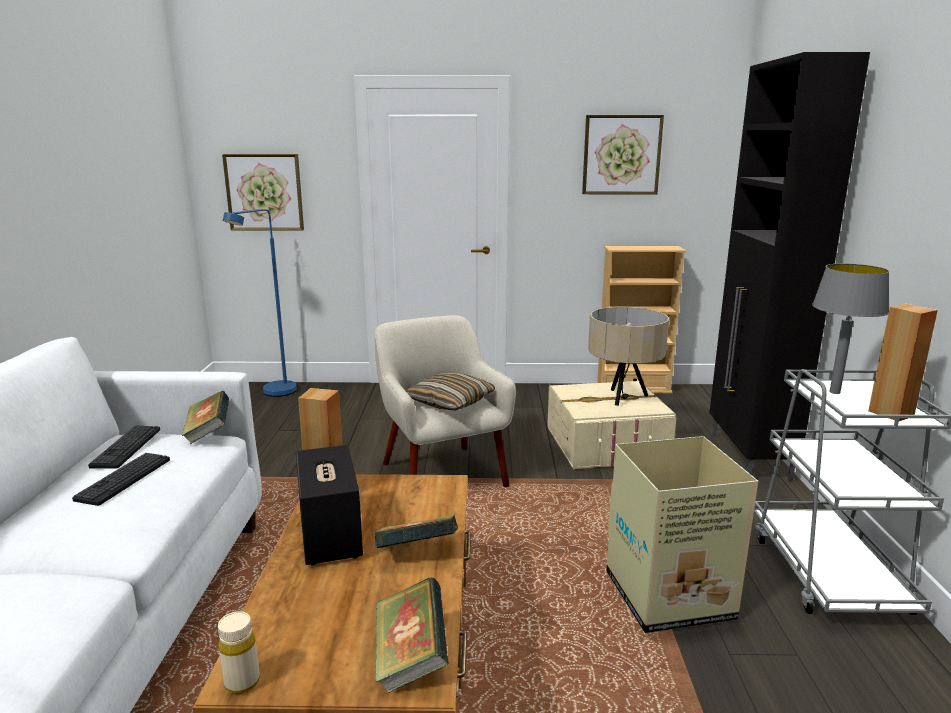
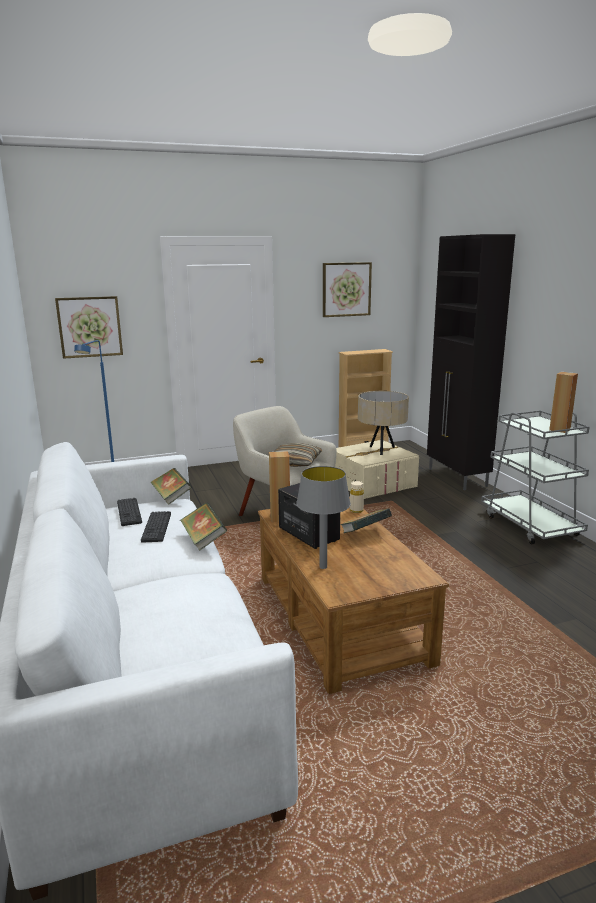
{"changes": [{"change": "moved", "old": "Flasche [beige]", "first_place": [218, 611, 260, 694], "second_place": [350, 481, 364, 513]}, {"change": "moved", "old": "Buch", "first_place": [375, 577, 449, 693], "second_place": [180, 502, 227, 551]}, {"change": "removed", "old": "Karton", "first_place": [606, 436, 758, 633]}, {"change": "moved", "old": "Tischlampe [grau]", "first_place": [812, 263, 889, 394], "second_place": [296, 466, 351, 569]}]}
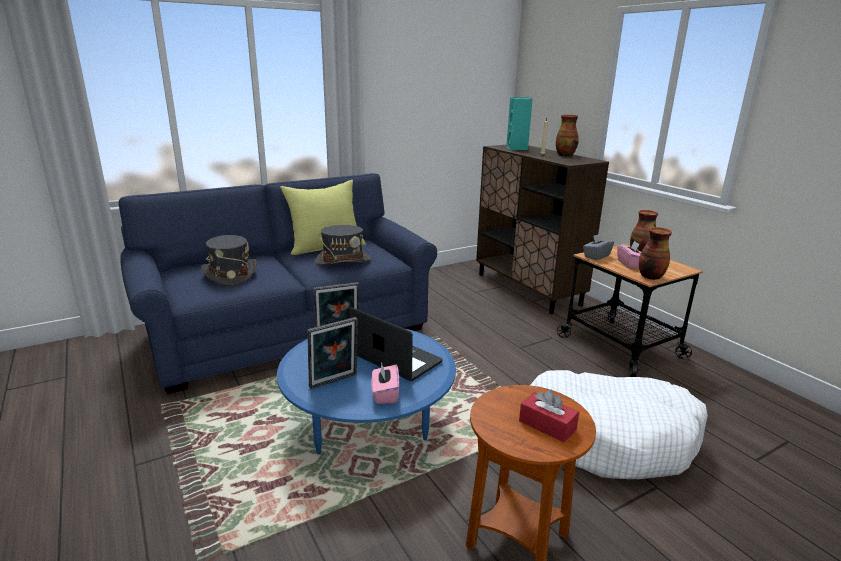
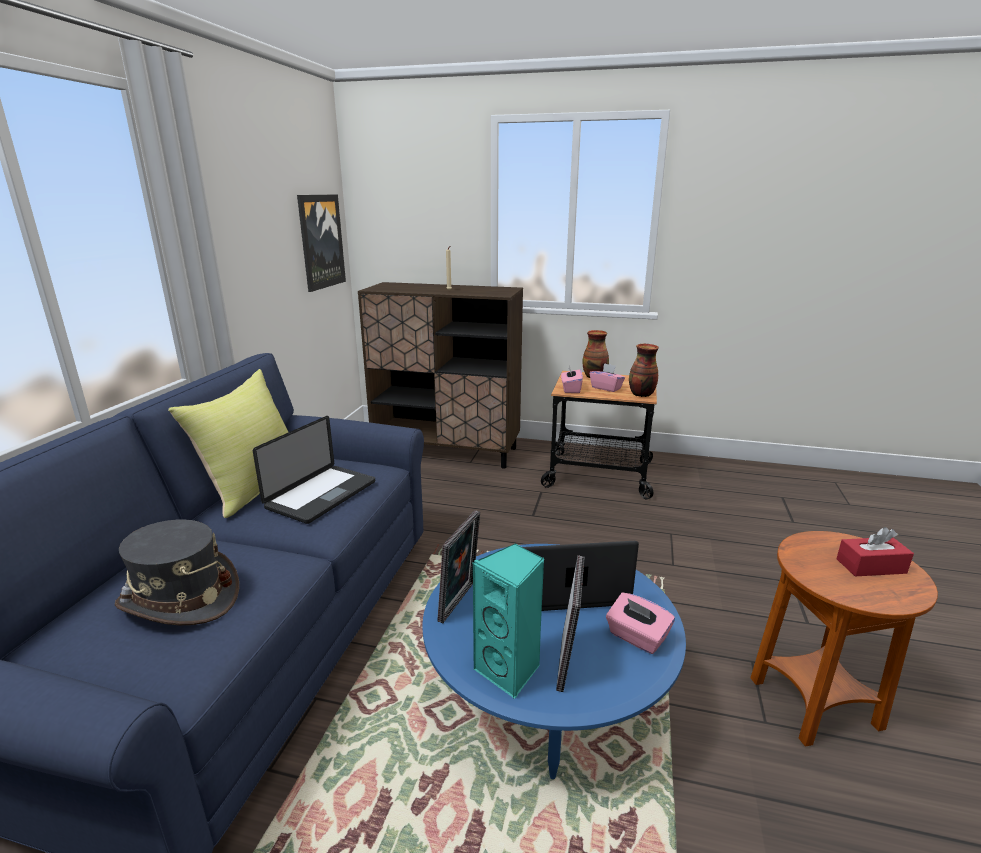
{"changes": [{"change": "replaced", "old": "Hut [grau]", "new": "Laptop", "first_place": [315, 225, 371, 265], "second_place": [253, 416, 375, 524]}, {"change": "moved", "old": "Lautsprecher [türkis]", "first_place": [506, 97, 532, 150], "second_place": [473, 543, 545, 699]}, {"change": "removed", "old": "Hundebett [weiß]", "first_place": [530, 370, 708, 479]}, {"change": "removed", "old": "Vase", "first_place": [556, 115, 579, 156]}, {"change": "recoloured", "old": "Taschentuchbox [grau]", "new": "Taschentuchbox [rosa]", "first_place": [583, 234, 614, 260], "second_place": [561, 365, 583, 393]}, {"change": "added", "new": "Bild", "second_place": [297, 195, 346, 292]}]}
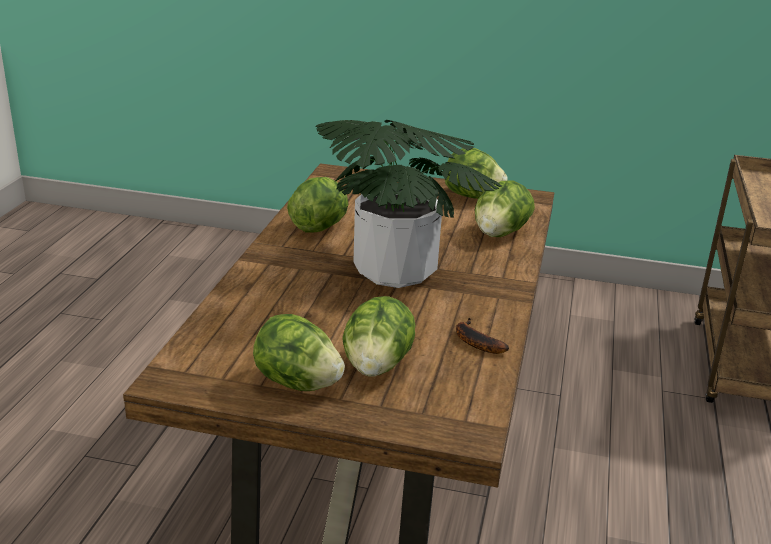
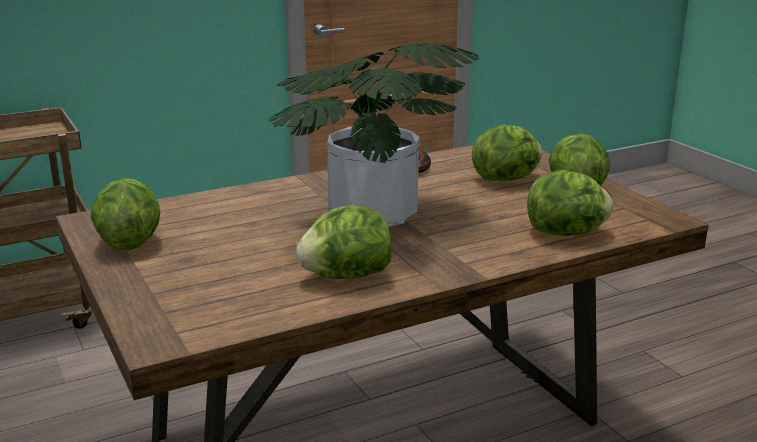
{"changes": [{"change": "moved", "old": "Salatkopf", "first_place": [475, 181, 535, 237], "second_place": [527, 170, 613, 236]}]}
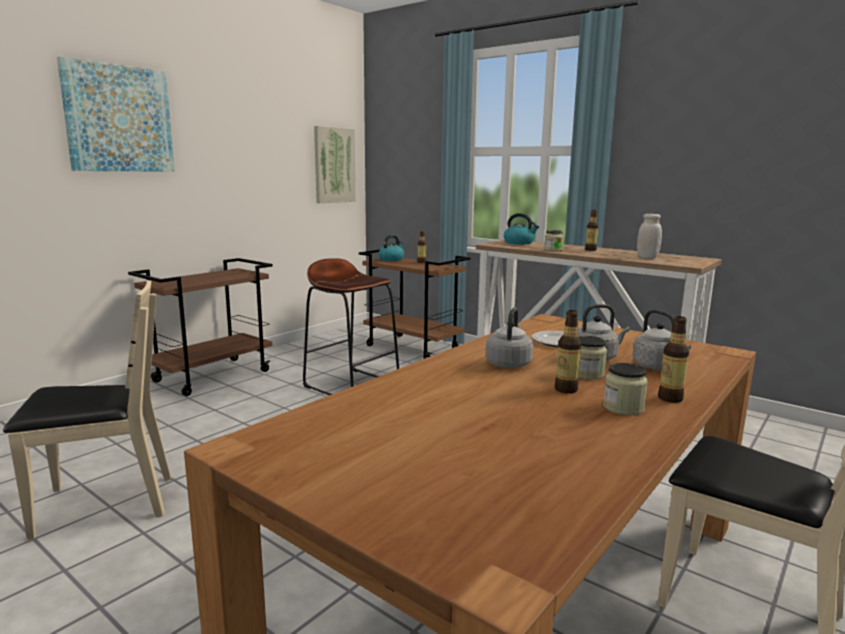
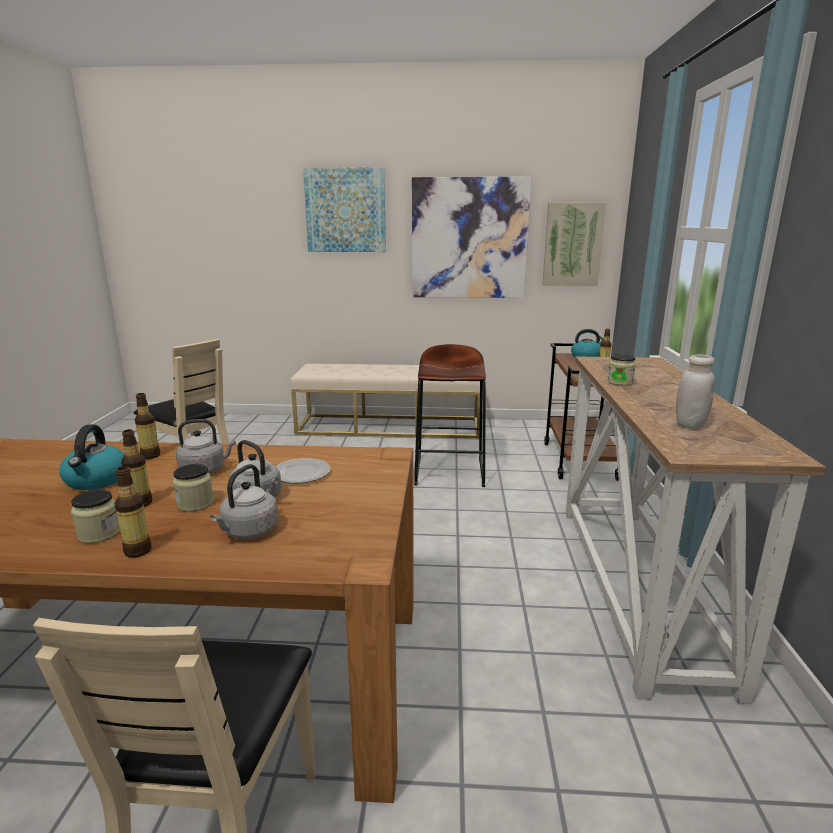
{"changes": [{"change": "replaced", "old": "Rollwagen [braun]", "new": "Bank [beige]", "first_place": [128, 258, 273, 396], "second_place": [290, 364, 480, 439]}, {"change": "moved", "old": "Wasserkessel", "first_place": [504, 213, 539, 244], "second_place": [59, 424, 125, 490]}, {"change": "moved", "old": "Flasche", "first_place": [585, 210, 598, 251], "second_place": [135, 393, 160, 459]}, {"change": "added", "new": "Bild", "second_place": [412, 177, 532, 298]}]}
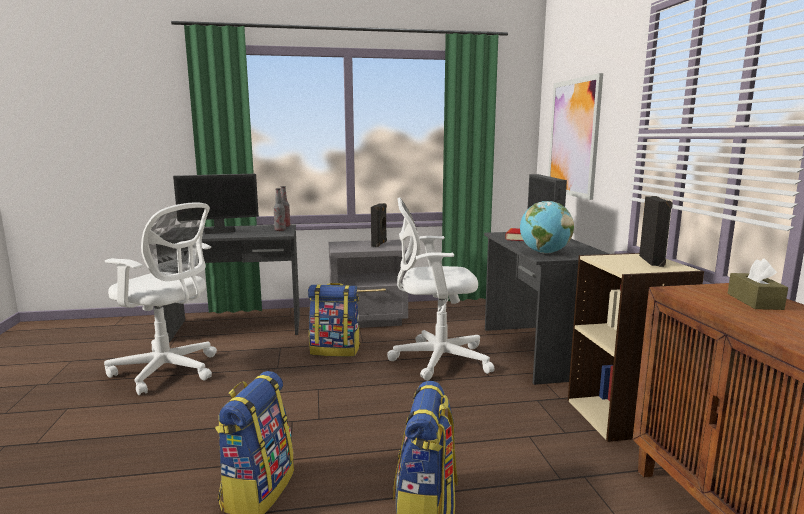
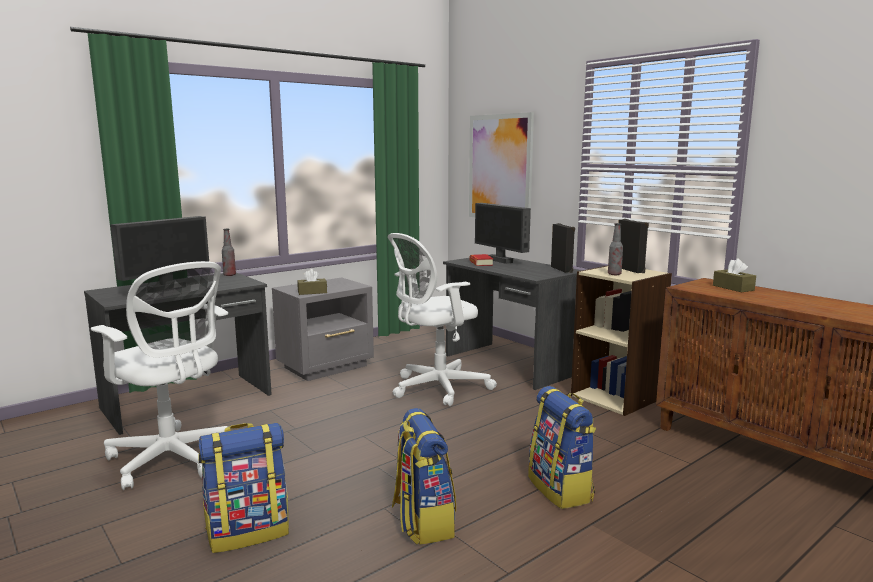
{"changes": [{"change": "turned", "old": "Bürostuhl [weiß]", "first_place": [104, 202, 217, 395], "second_place": [91, 261, 228, 490], "degrees": 45}, {"change": "moved", "old": "Flasche", "first_place": [274, 188, 286, 231], "second_place": [608, 223, 623, 275]}, {"change": "moved", "old": "Rucksack", "first_place": [308, 283, 360, 357], "second_place": [198, 423, 289, 553]}, {"change": "moved", "old": "Lautsprecher [schwarz]", "first_place": [371, 203, 387, 247], "second_place": [551, 223, 575, 273]}, {"change": "removed", "old": "Globus", "first_place": [520, 201, 574, 254]}, {"change": "added", "new": "Taschentuchbox [braun]", "second_place": [297, 269, 327, 295]}]}
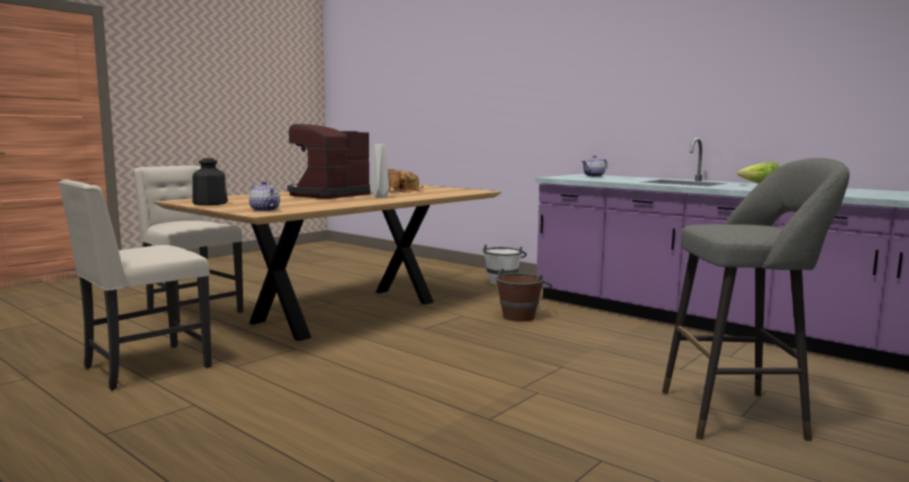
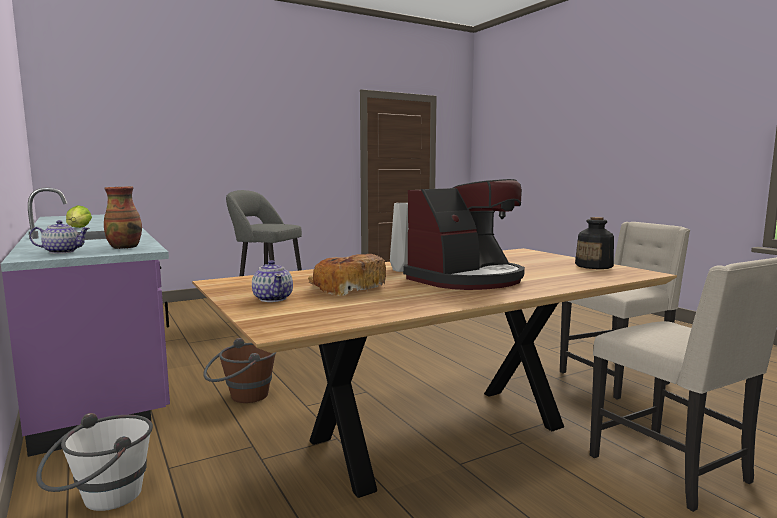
{"changes": [{"change": "moved", "old": "Teekanne", "first_place": [249, 181, 280, 212], "second_place": [252, 260, 293, 302]}, {"change": "added", "new": "Vase", "second_place": [104, 187, 142, 249]}]}
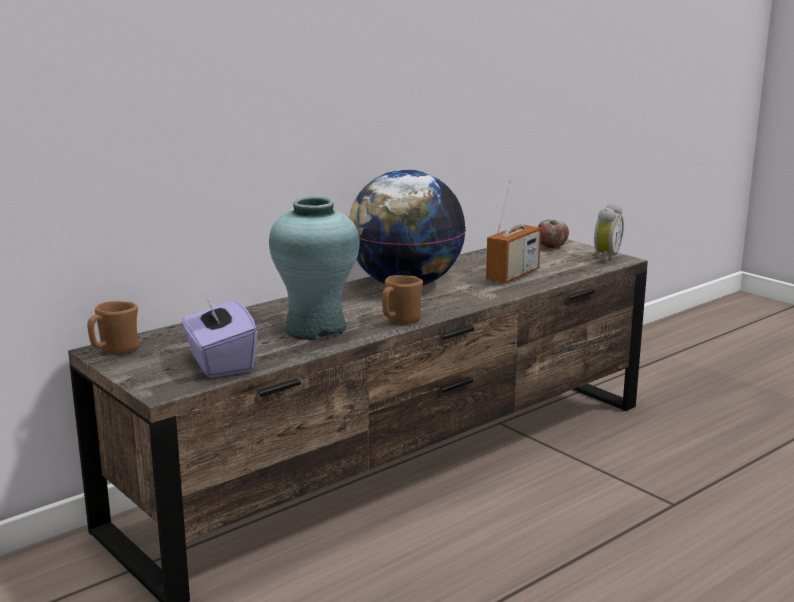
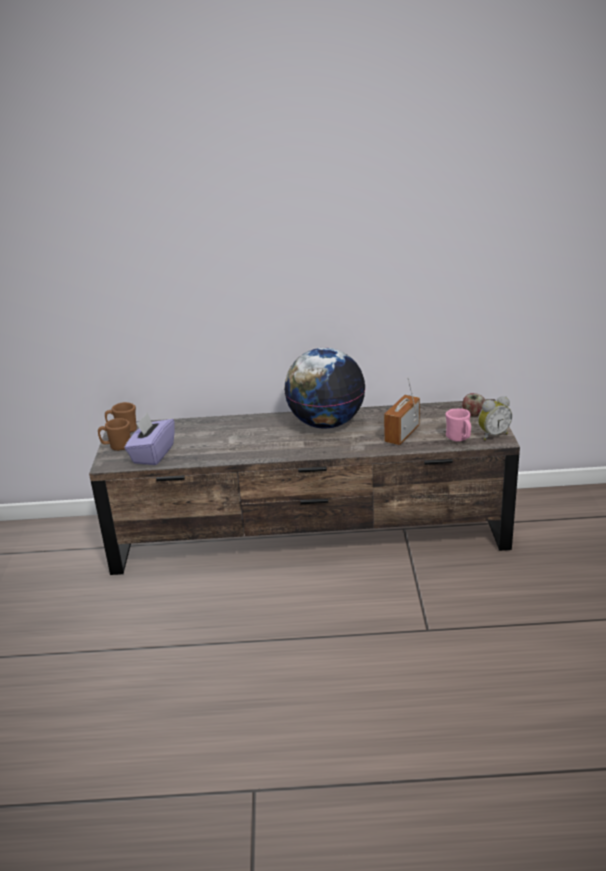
{"changes": [{"change": "removed", "old": "Vase [türkis]", "first_place": [269, 196, 360, 340]}, {"change": "moved", "old": "Henkelbecher [braun]", "first_place": [382, 275, 423, 324], "second_place": [98, 418, 130, 451]}, {"change": "turned", "old": "Radio", "first_place": [486, 179, 541, 283], "second_place": [384, 378, 420, 445], "degrees": 135}, {"change": "added", "new": "Henkelbecher [rosa]", "second_place": [445, 409, 471, 442]}]}
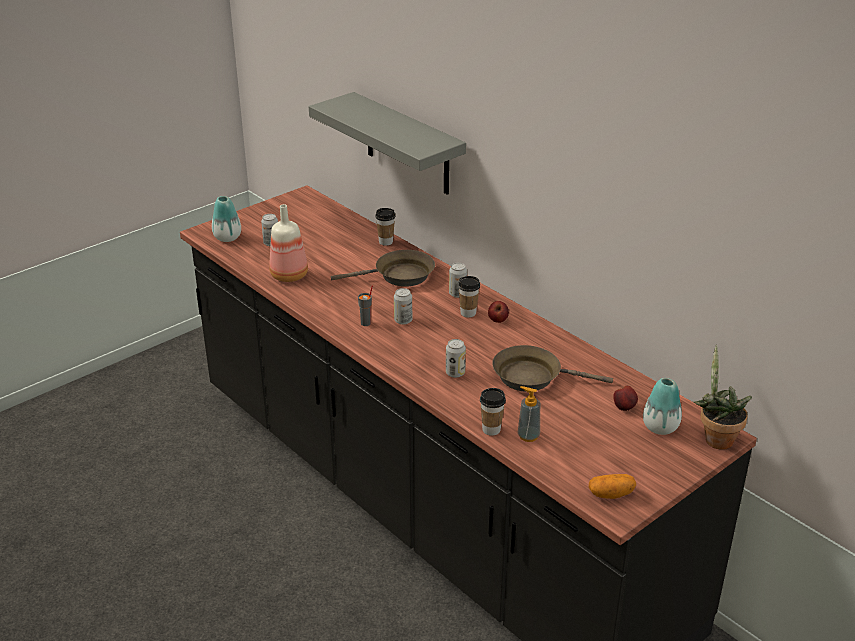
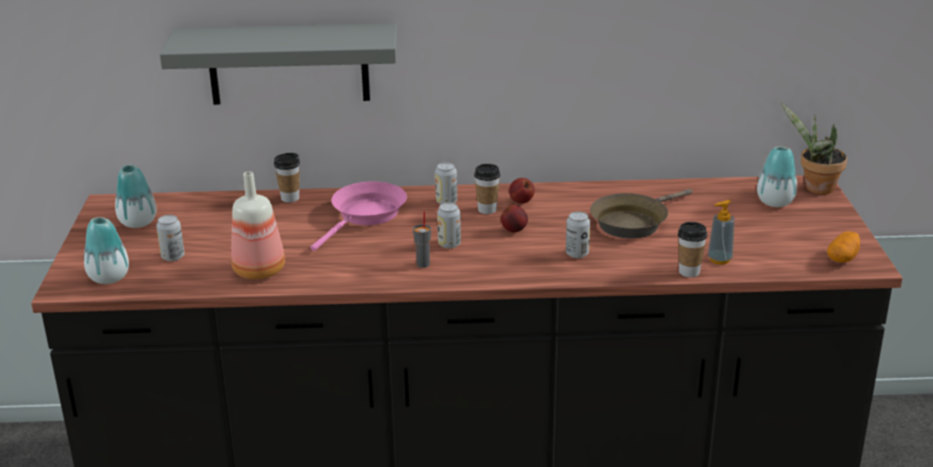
{"changes": [{"change": "recoloured", "old": "Pfanne [braun]", "new": "Pfanne [rosa]", "first_place": [331, 250, 435, 287], "second_place": [311, 181, 407, 251]}, {"change": "moved", "old": "Apfel", "first_place": [613, 386, 638, 411], "second_place": [500, 205, 528, 233]}, {"change": "added", "new": "Vase", "second_place": [115, 165, 156, 228]}]}
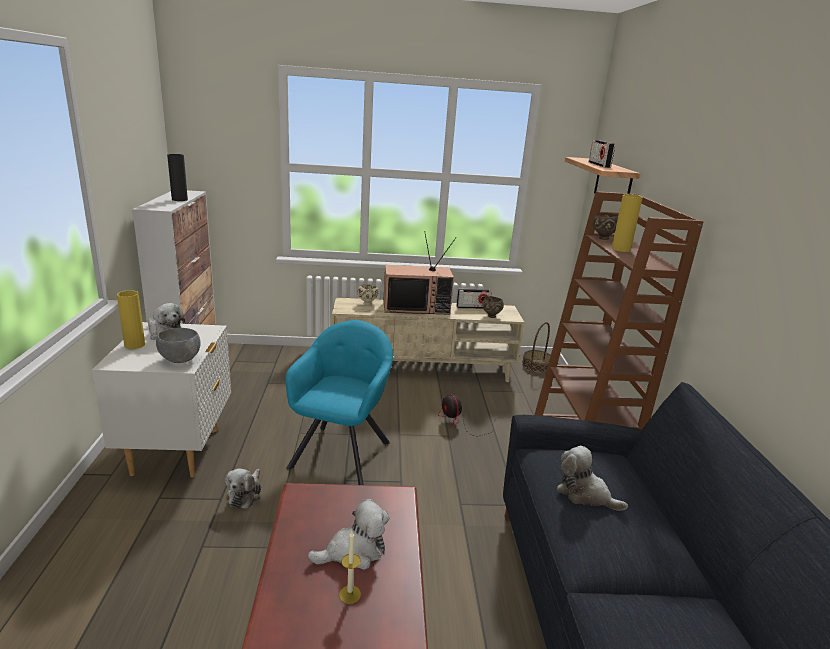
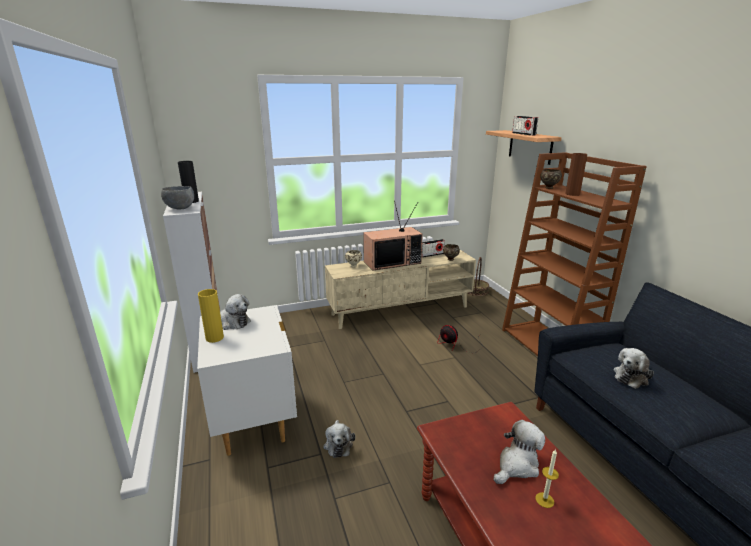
{"changes": [{"change": "moved", "old": "Schüssel [grau]", "first_place": [156, 328, 201, 363], "second_place": [161, 186, 194, 209]}, {"change": "removed", "old": "Sessel [türkis]", "first_place": [285, 320, 393, 485]}, {"change": "turned", "old": "Plüschtier", "first_place": [557, 446, 628, 511], "second_place": [614, 348, 654, 389], "degrees": -60}, {"change": "recoloured", "old": "Vase [gelb]", "new": "Vase [braun]", "first_place": [612, 194, 643, 252], "second_place": [565, 153, 587, 196]}]}
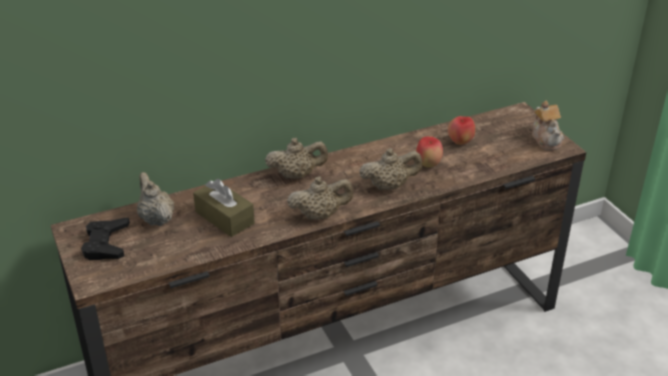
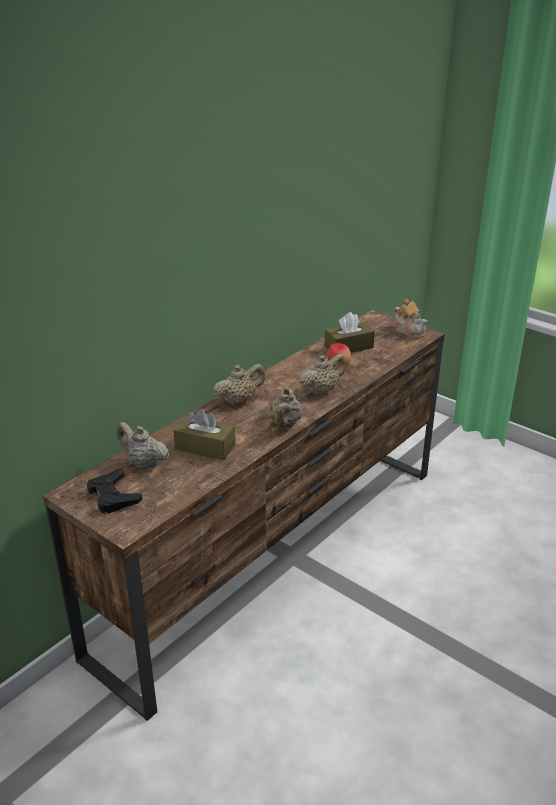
{"changes": [{"change": "turned", "old": "Teekanne [beige]", "first_place": [287, 176, 353, 220], "second_place": [269, 387, 302, 428], "degrees": 135}, {"change": "replaced", "old": "Apfel", "new": "Taschentuchbox [braun]", "first_place": [448, 116, 475, 145], "second_place": [325, 312, 375, 353]}]}
